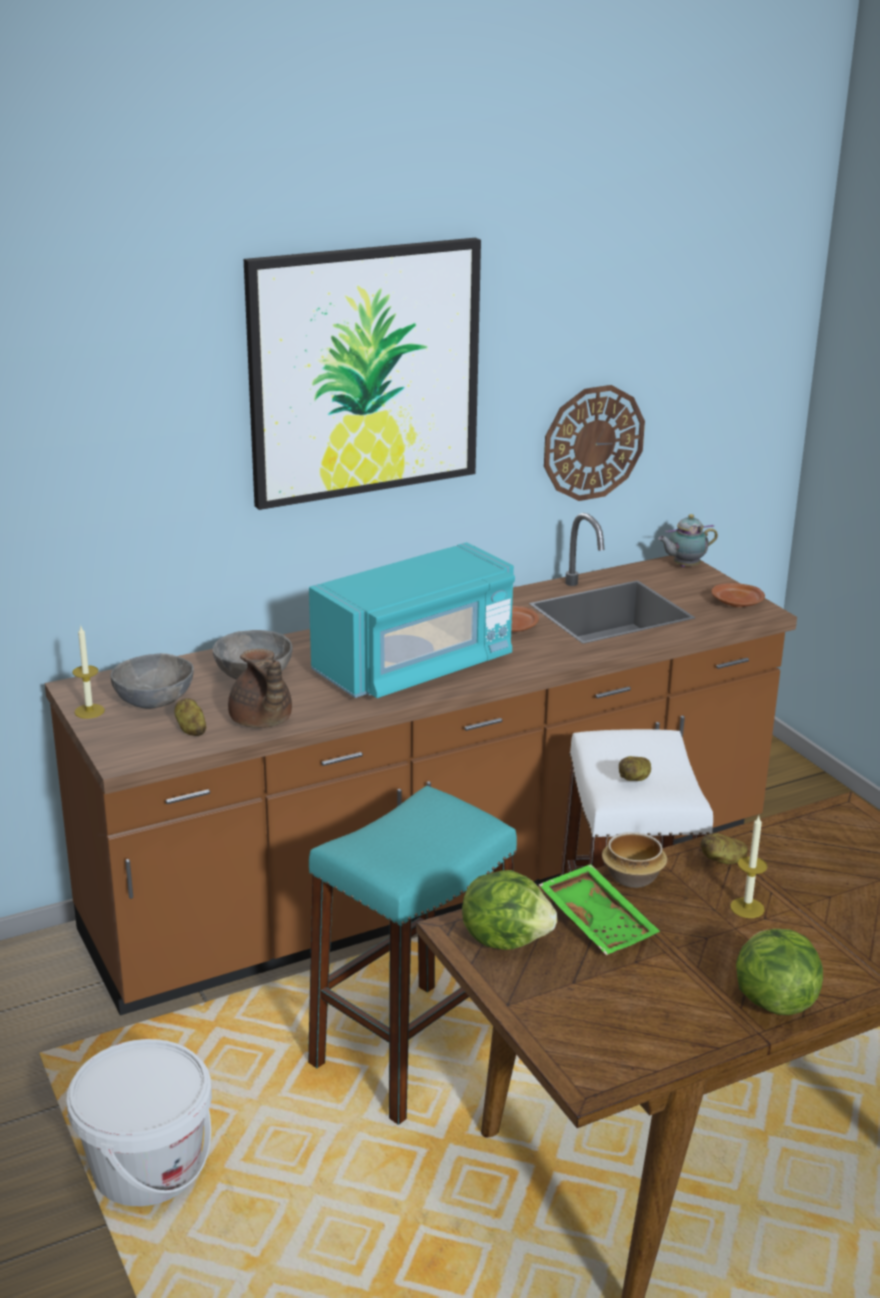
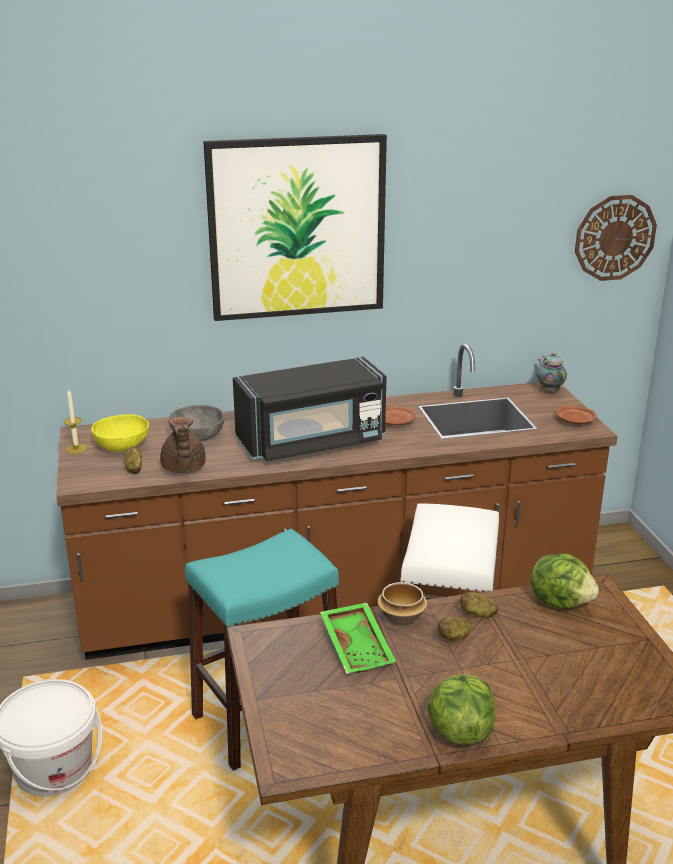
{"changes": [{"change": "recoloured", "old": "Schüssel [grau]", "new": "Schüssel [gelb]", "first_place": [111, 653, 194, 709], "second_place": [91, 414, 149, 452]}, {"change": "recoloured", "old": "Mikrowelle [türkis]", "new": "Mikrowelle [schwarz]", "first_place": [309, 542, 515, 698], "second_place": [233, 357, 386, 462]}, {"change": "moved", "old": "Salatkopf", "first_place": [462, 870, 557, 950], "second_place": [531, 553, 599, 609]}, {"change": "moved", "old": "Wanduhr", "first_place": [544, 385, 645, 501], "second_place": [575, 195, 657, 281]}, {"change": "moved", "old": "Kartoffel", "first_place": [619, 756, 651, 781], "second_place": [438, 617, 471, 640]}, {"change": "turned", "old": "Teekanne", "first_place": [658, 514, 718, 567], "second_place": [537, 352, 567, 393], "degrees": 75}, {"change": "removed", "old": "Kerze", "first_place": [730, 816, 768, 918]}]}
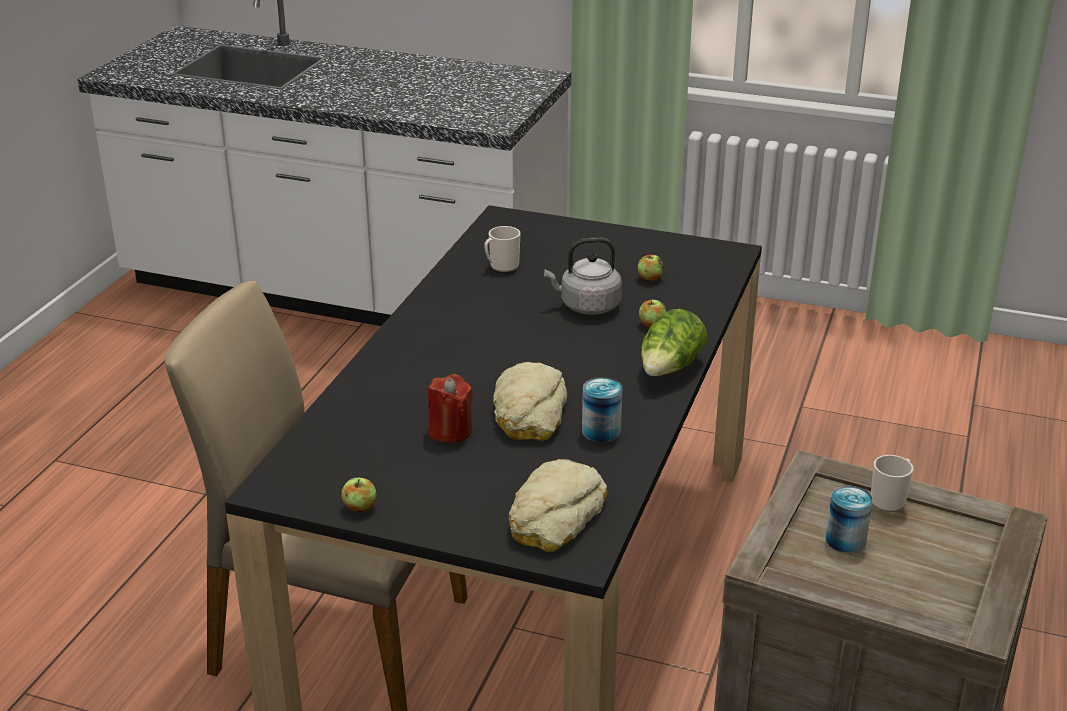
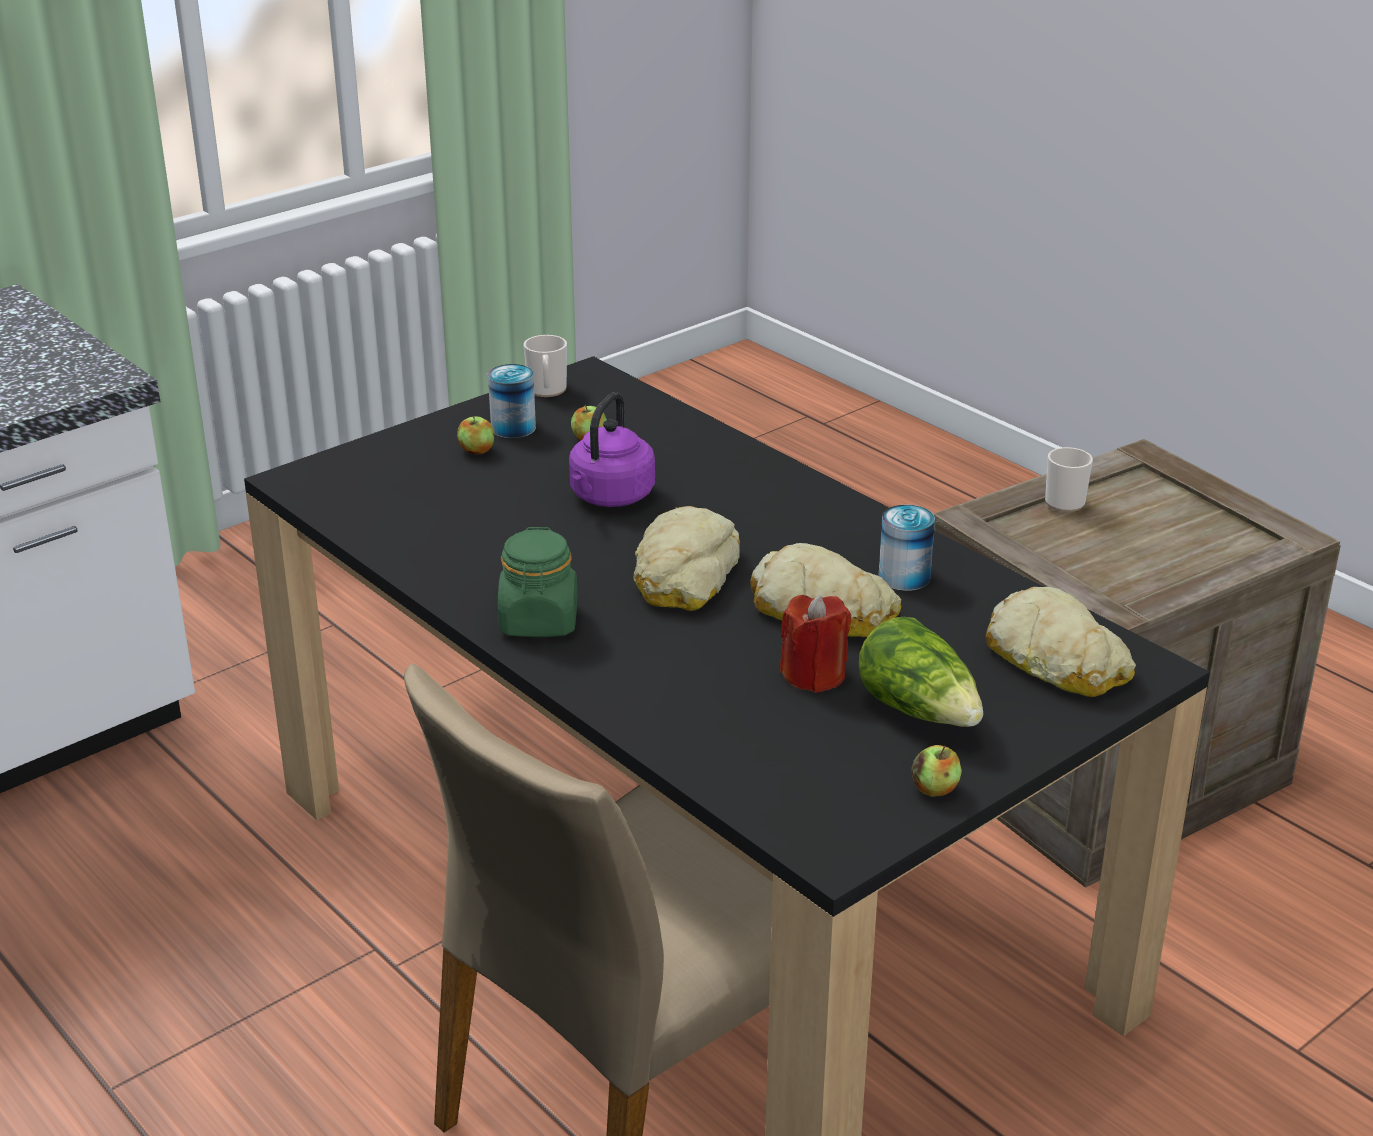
{"changes": [{"change": "moved", "old": "Henkelbecher", "first_place": [484, 226, 521, 272], "second_place": [524, 335, 567, 397]}, {"change": "recoloured", "old": "Wasserkessel [grau]", "new": "Wasserkessel [lila]", "first_place": [544, 237, 622, 315], "second_place": [569, 392, 655, 507]}, {"change": "moved", "old": "Apfel", "first_place": [639, 299, 666, 328], "second_place": [457, 416, 494, 455]}, {"change": "moved", "old": "Salatkopf", "first_place": [641, 309, 707, 376], "second_place": [859, 617, 983, 727]}, {"change": "moved", "old": "Dose", "first_place": [826, 486, 873, 553], "second_place": [488, 364, 536, 438]}, {"change": "added", "new": "Vorratsglas [grün]", "second_place": [498, 527, 578, 637]}, {"change": "added", "new": "Brot", "second_place": [634, 506, 740, 611]}]}
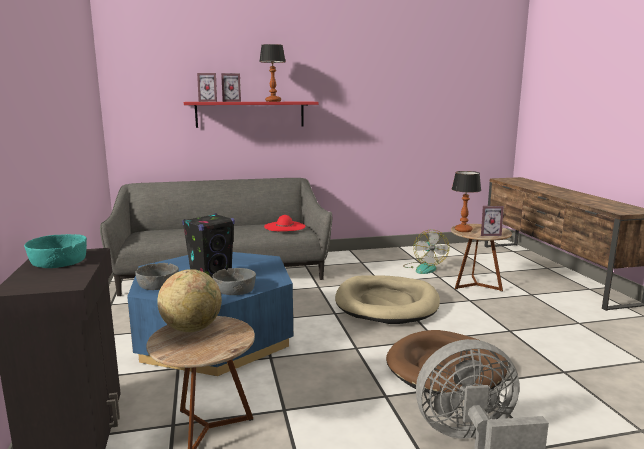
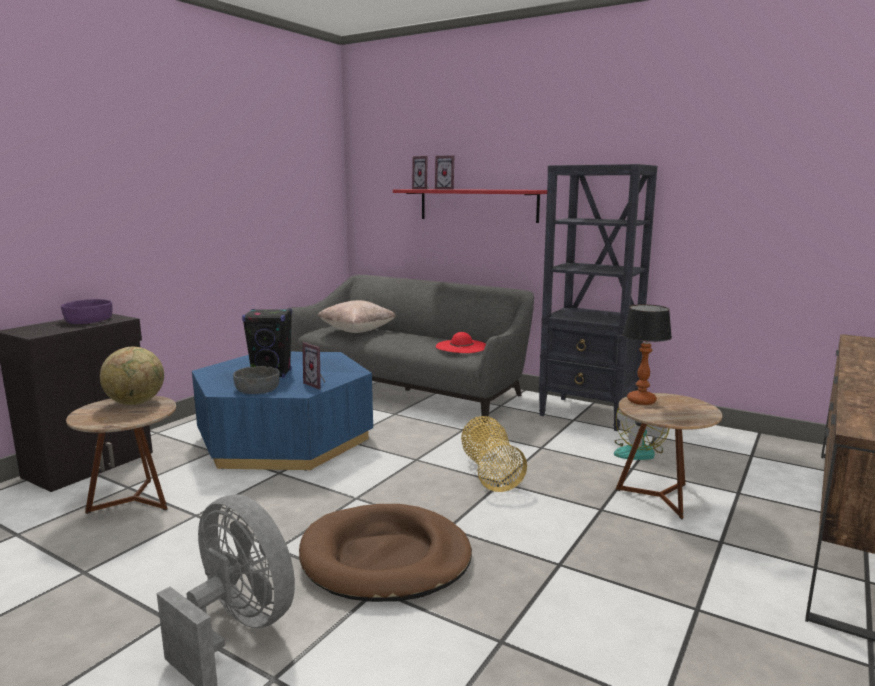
{"changes": [{"change": "recoloured", "old": "Schüssel [türkis]", "new": "Schüssel [lila]", "first_place": [24, 234, 87, 268], "second_place": [61, 299, 113, 324]}, {"change": "removed", "old": "Schüssel [grau]", "first_place": [135, 263, 179, 290]}, {"change": "removed", "old": "Tischlampe", "first_place": [259, 44, 285, 102]}, {"change": "replaced", "old": "Hundebett [beige]", "new": "Korb", "first_place": [335, 275, 440, 324], "second_place": [461, 416, 527, 492]}, {"change": "moved", "old": "Bilderrahmen", "first_place": [481, 206, 504, 236], "second_place": [302, 342, 326, 389]}, {"change": "added", "new": "Kissen [beige]", "second_place": [317, 300, 396, 333]}, {"change": "added", "new": "Bücherregal [schwarz]", "second_place": [539, 164, 658, 431]}]}
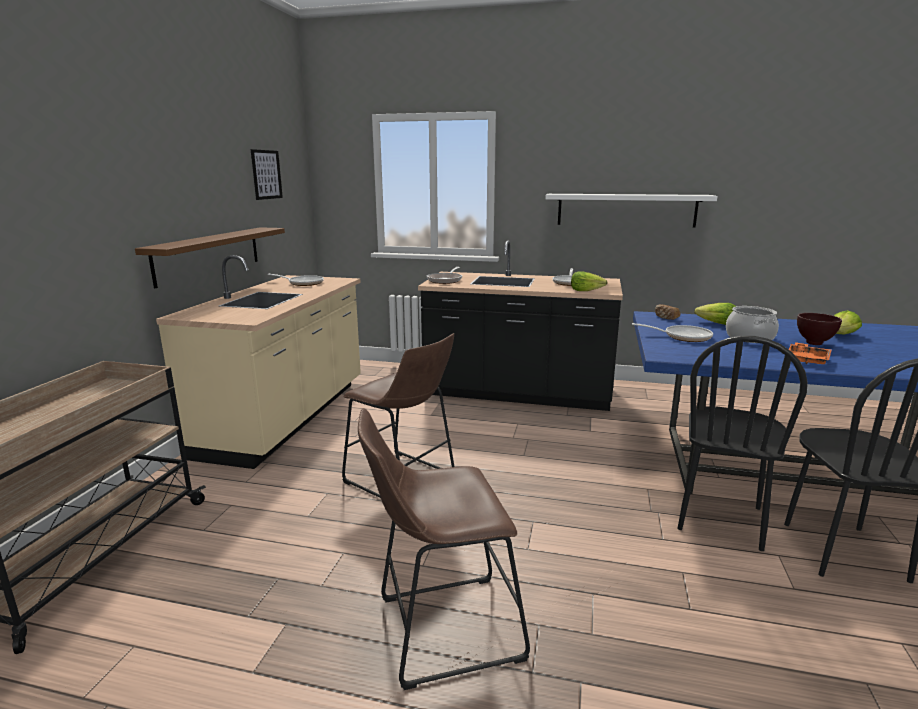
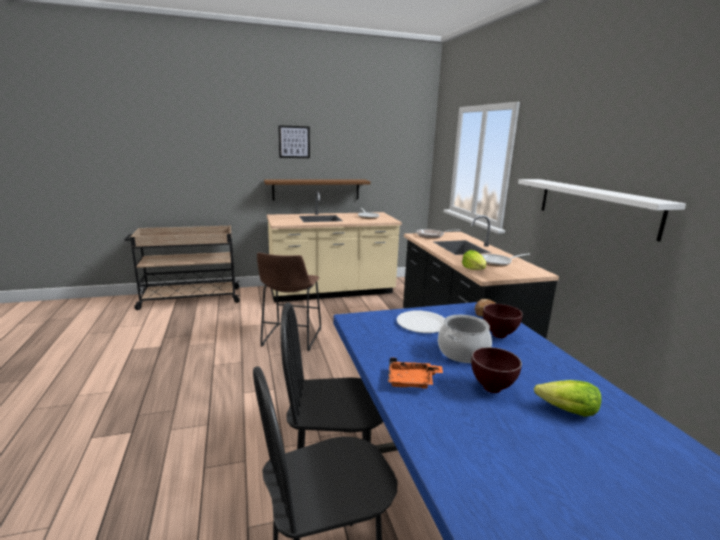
{"changes": [{"change": "moved", "old": "Bild", "first_place": [250, 149, 283, 200], "second_place": [278, 125, 310, 158]}, {"change": "removed", "old": "Hocker [braun]", "first_place": [358, 408, 530, 690]}, {"change": "replaced", "old": "Pfanne", "new": "Teller [weiß]", "first_place": [632, 323, 713, 342], "second_place": [397, 311, 445, 333]}, {"change": "replaced", "old": "Salatkopf", "new": "Schüssel [braun]", "first_place": [694, 303, 736, 325], "second_place": [483, 304, 523, 338]}]}
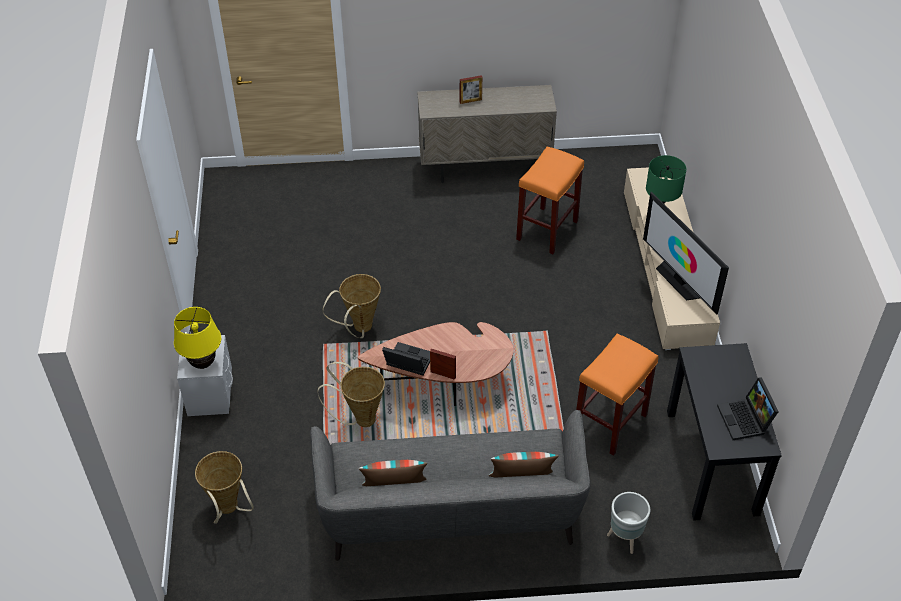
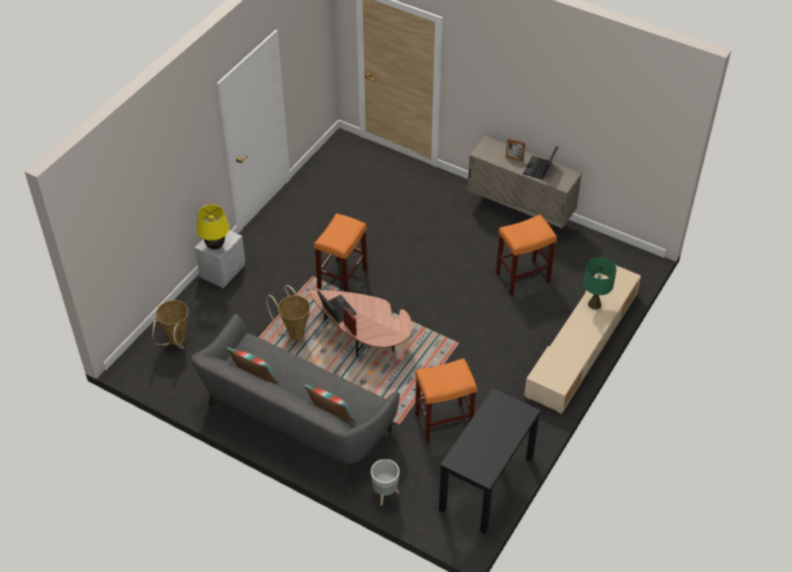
{"changes": [{"change": "replaced", "old": "Korb", "new": "Hocker [orange]", "first_place": [323, 274, 381, 338], "second_place": [314, 213, 367, 292]}, {"change": "removed", "old": "Fernseher", "first_place": [643, 192, 729, 314]}, {"change": "moved", "old": "Laptop", "first_place": [717, 377, 779, 440], "second_place": [523, 146, 558, 180]}]}
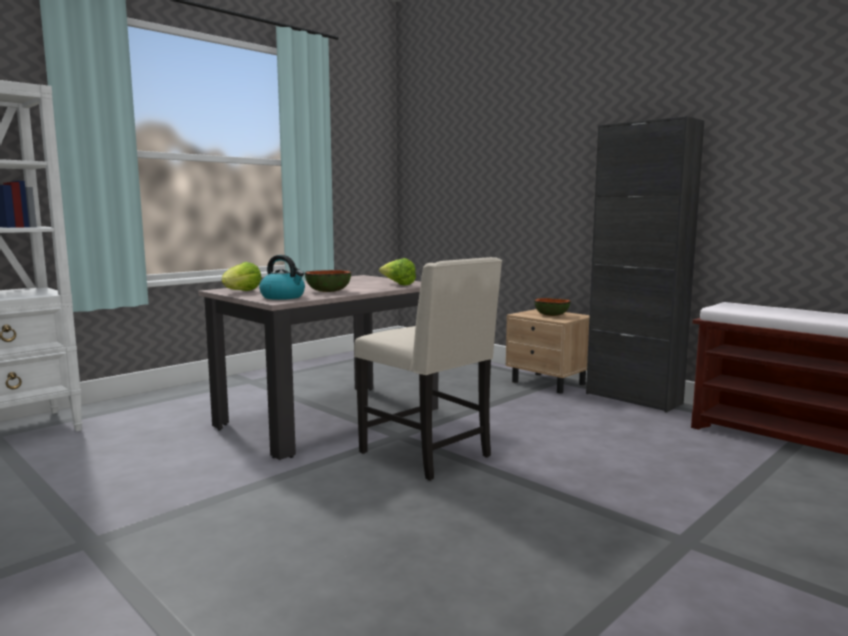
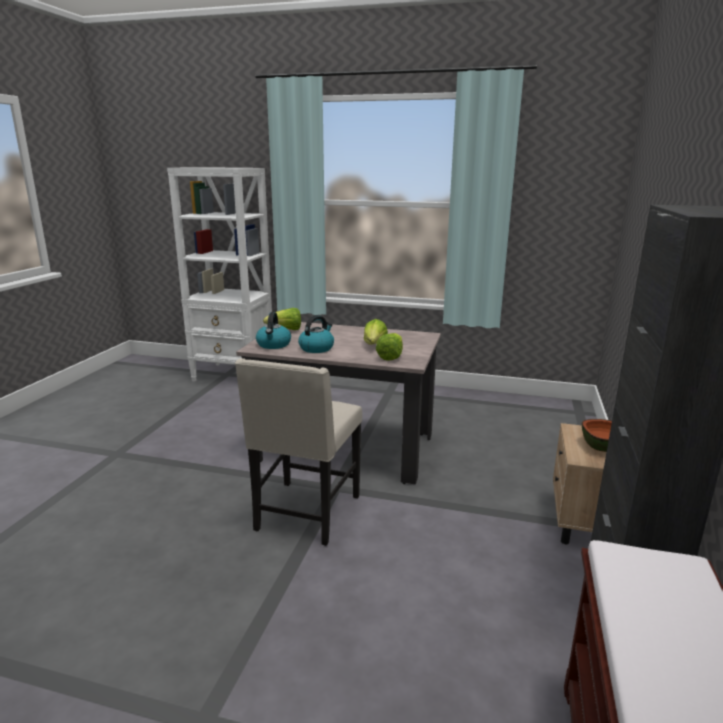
{"changes": [{"change": "replaced", "old": "Schüssel", "new": "Wasserkessel", "first_place": [305, 270, 351, 292], "second_place": [298, 315, 334, 353]}, {"change": "added", "new": "Salatkopf", "second_place": [364, 319, 388, 344]}]}
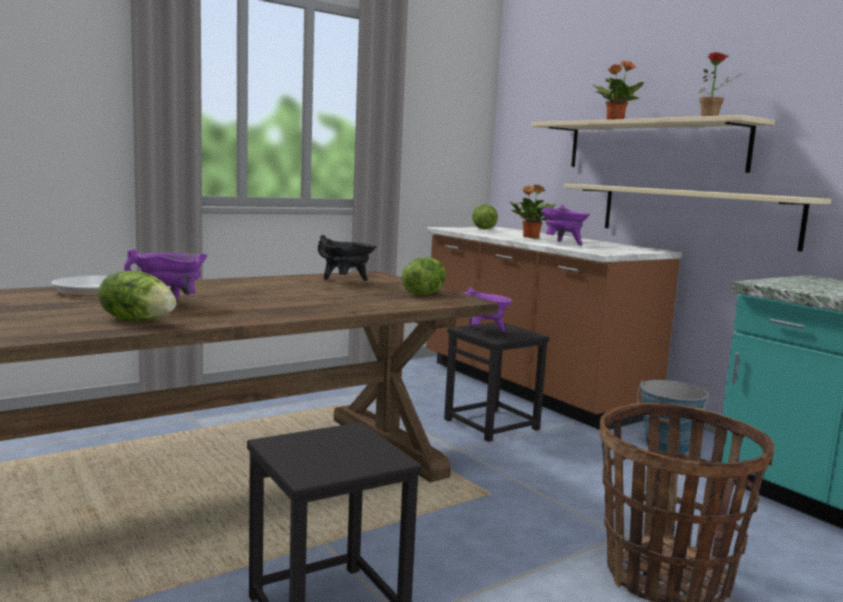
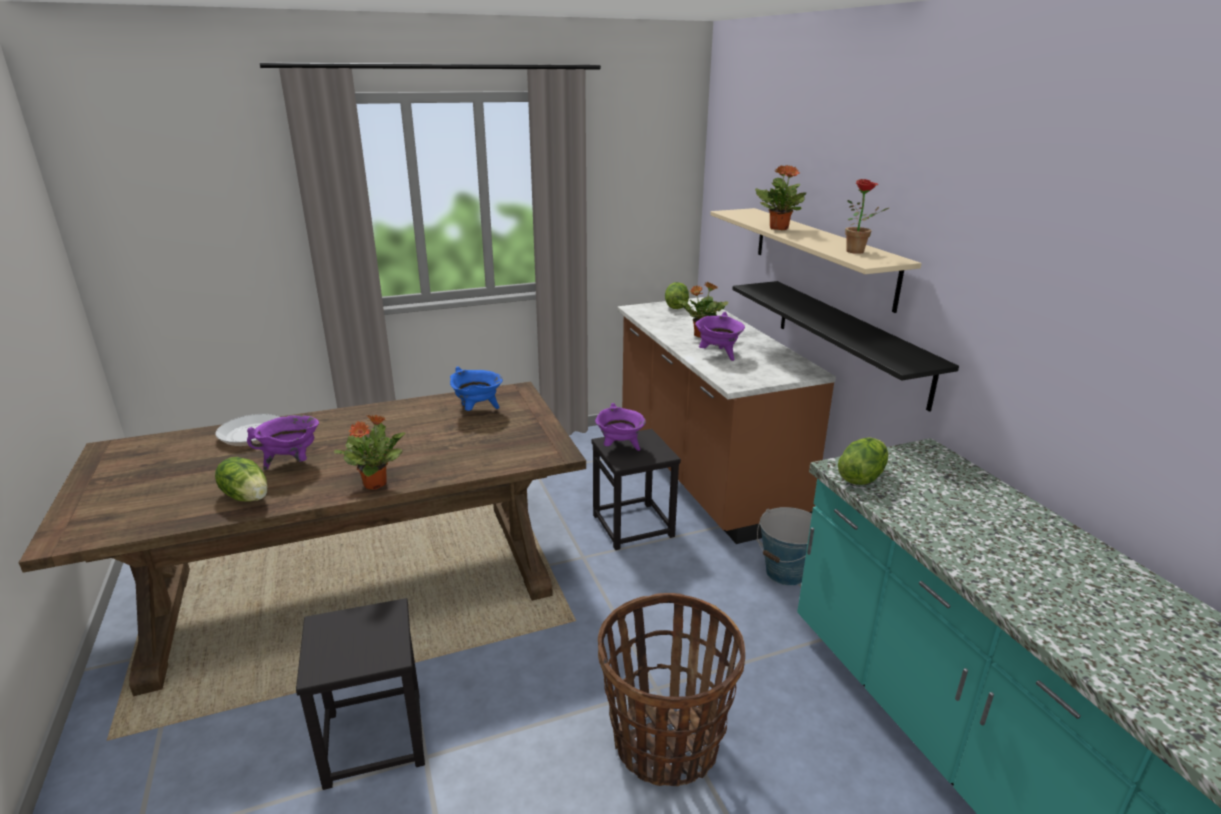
{"changes": [{"change": "recoloured", "old": "Kochtopf [schwarz]", "new": "Kochtopf [blau]", "first_place": [318, 235, 377, 281], "second_place": [450, 366, 503, 411]}, {"change": "moved", "old": "Salatkopf", "first_place": [402, 257, 446, 295], "second_place": [838, 437, 888, 485]}, {"change": "recoloured", "old": "Wandregal [beige]", "new": "Wandregal [schwarz]", "first_place": [564, 184, 831, 252], "second_place": [732, 281, 959, 412]}, {"change": "added", "new": "Topfpflanze", "second_place": [334, 415, 405, 490]}]}
